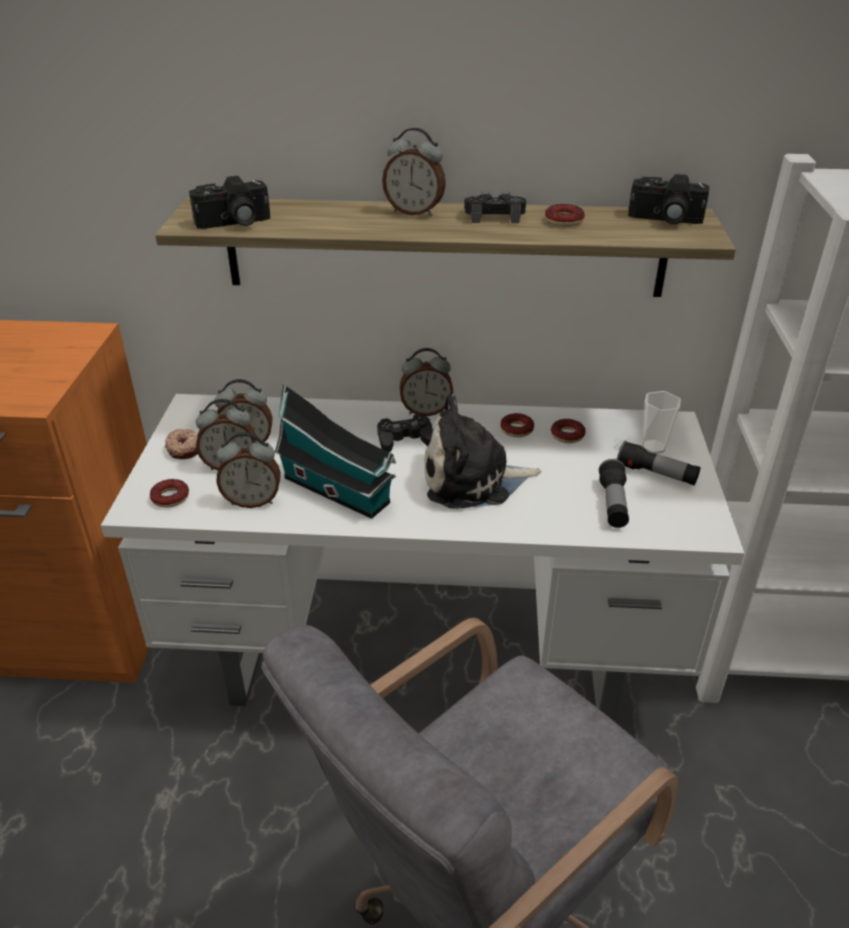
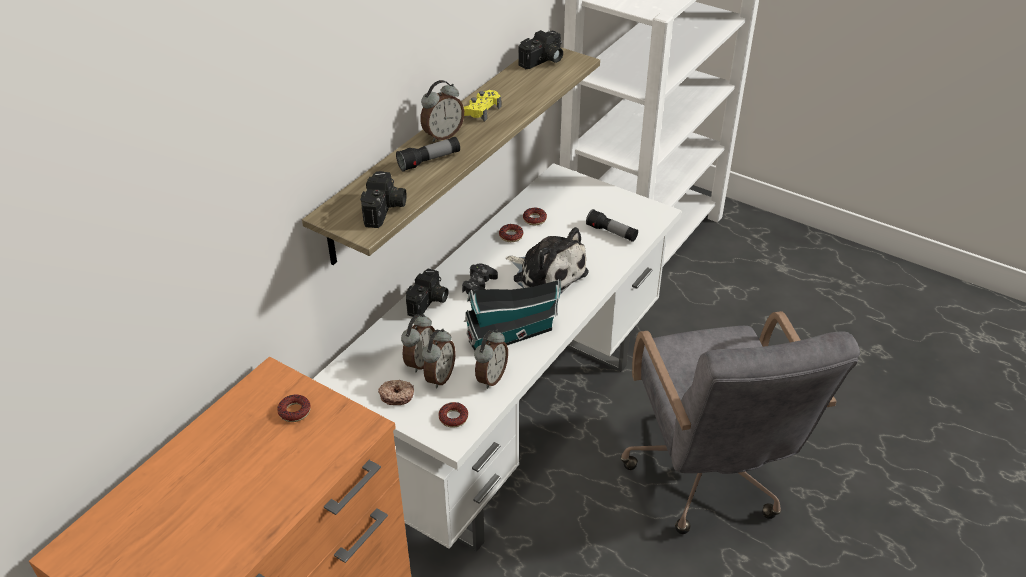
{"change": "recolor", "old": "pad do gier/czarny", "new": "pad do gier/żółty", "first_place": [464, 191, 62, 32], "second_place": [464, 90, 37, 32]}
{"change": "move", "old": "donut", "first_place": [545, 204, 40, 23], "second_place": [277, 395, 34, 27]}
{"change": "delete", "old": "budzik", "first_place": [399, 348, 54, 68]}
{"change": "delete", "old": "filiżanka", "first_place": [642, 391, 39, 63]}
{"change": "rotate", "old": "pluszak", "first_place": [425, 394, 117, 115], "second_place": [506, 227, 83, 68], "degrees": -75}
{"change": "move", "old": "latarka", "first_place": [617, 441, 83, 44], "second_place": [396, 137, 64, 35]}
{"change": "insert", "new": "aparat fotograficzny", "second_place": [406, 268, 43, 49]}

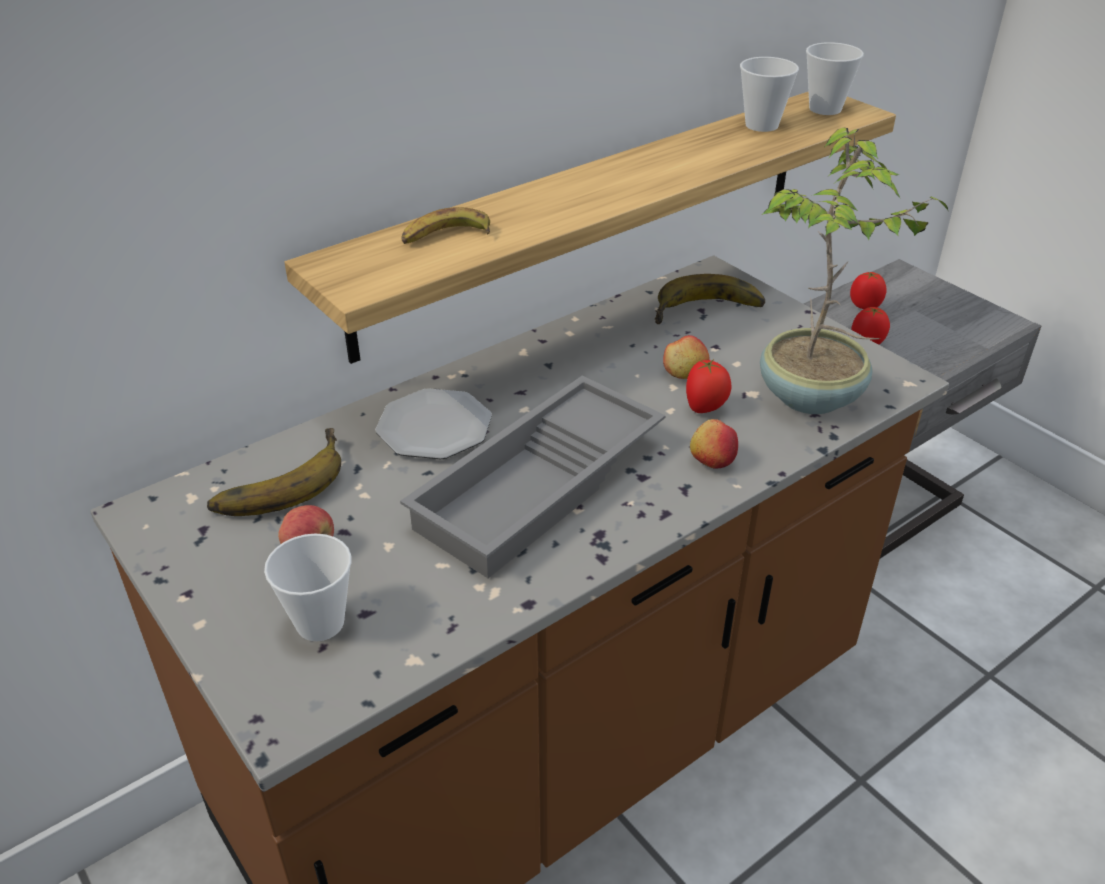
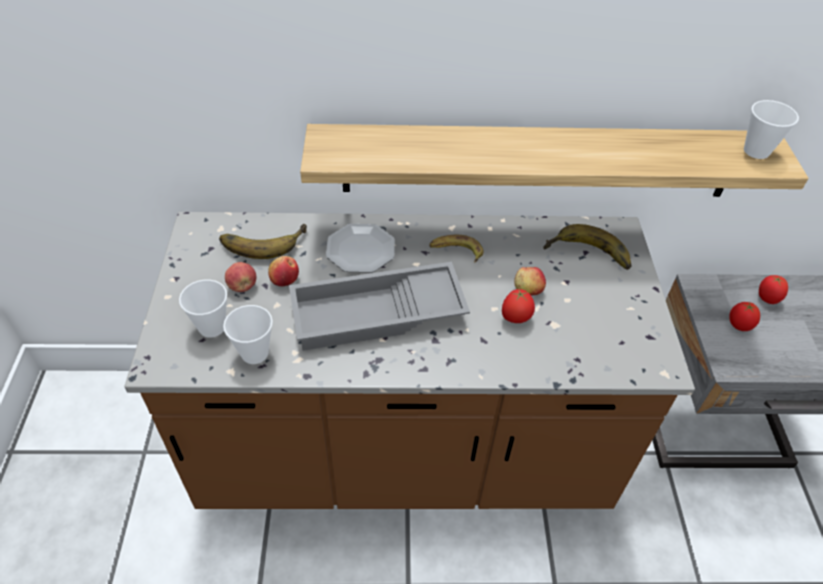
{"change": "move", "old": "filiżanka", "first_place": [740, 57, 59, 75], "second_place": [223, 305, 50, 59]}
{"change": "delete", "old": "roślina doniczkowa", "first_place": [760, 127, 188, 287]}
{"change": "move", "old": "banan", "first_place": [402, 207, 88, 37], "second_place": [429, 235, 54, 27]}
{"change": "move", "old": "jabłko", "first_place": [690, 419, 48, 50], "second_place": [268, 256, 31, 30]}

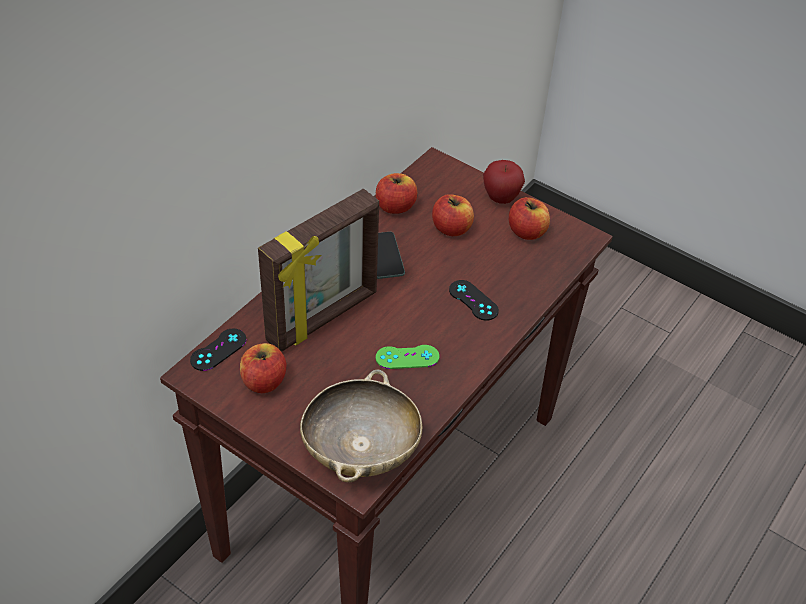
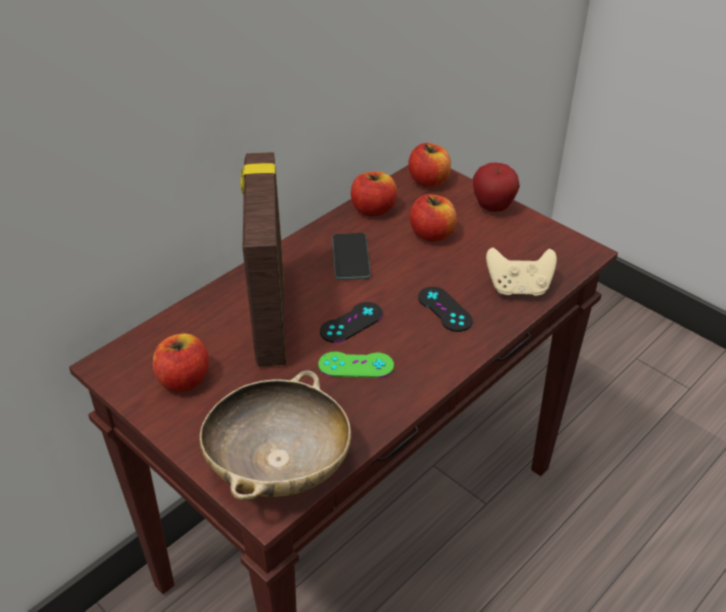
{"change": "rotate", "old": "ramka na zdjęcie", "first_place": [258, 189, 121, 163], "second_place": [240, 152, 46, 215], "degrees": 120}
{"change": "move", "old": "jabłko", "first_place": [509, 197, 41, 43], "second_place": [408, 143, 43, 44]}
{"change": "move", "old": "pad do gier/czarny", "first_place": [190, 328, 57, 43], "second_place": [320, 302, 63, 41]}
{"change": "insert", "new": "pad do gier/beżowy", "second_place": [486, 247, 71, 49]}

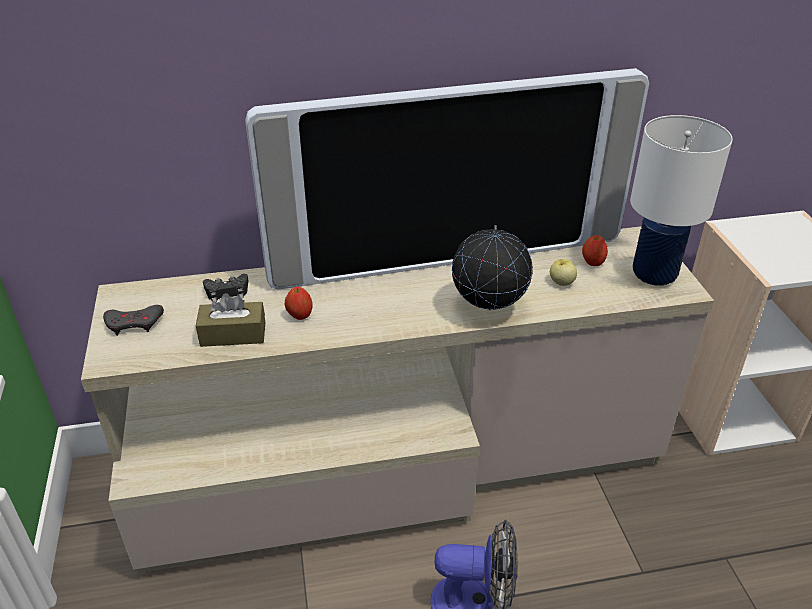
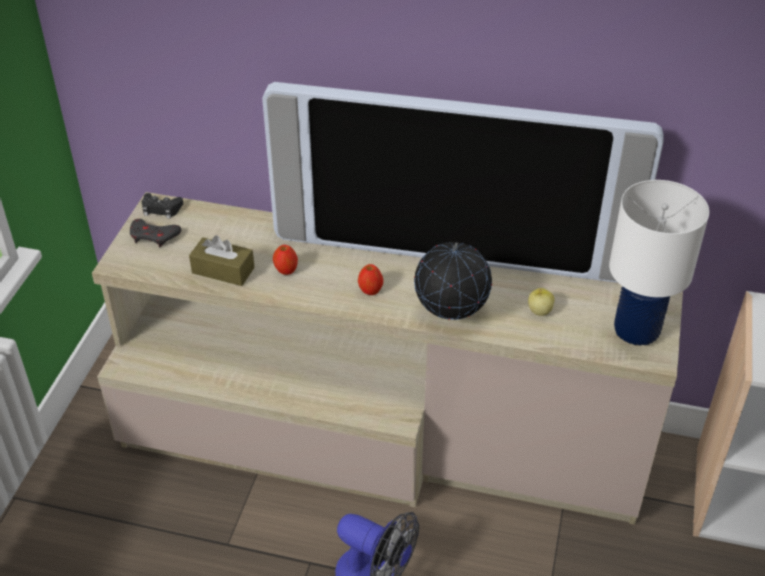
{"change": "move", "old": "jabłko", "first_place": [582, 235, 26, 31], "second_place": [358, 264, 25, 31]}
{"change": "move", "old": "pad do gier/czarny", "first_place": [203, 274, 46, 28], "second_place": [142, 193, 41, 26]}

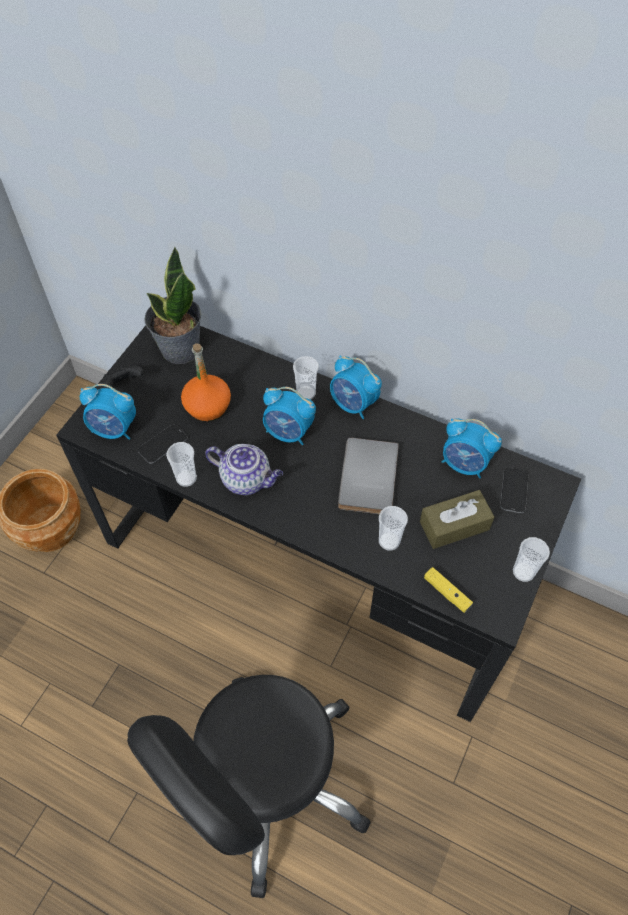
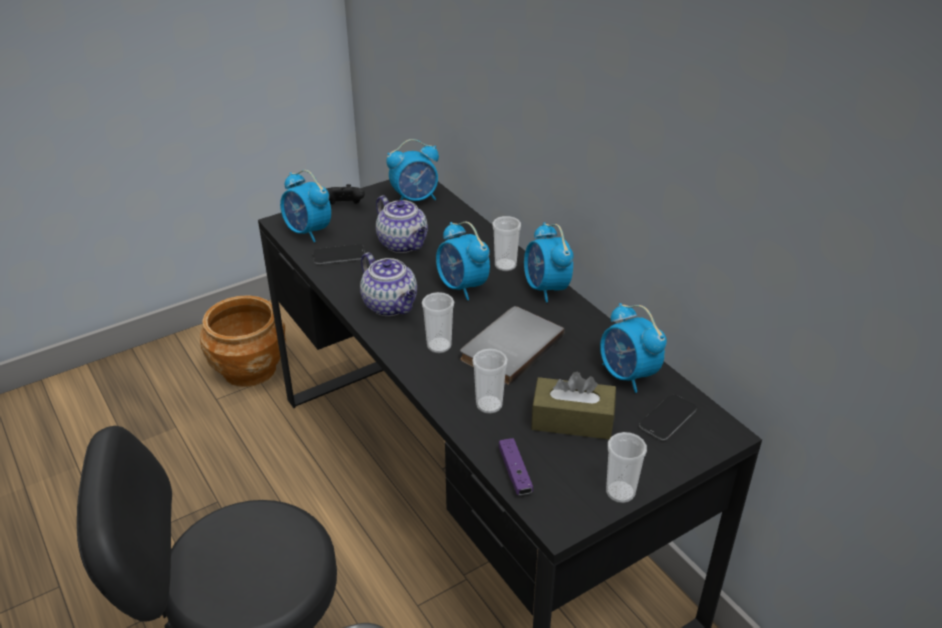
{"change": "replace", "old": "roślina doniczkowa", "new": "budzik", "first_place": [145, 247, 56, 117], "second_place": [386, 139, 53, 62]}
{"change": "replace", "old": "butelka/pomarańczowy", "new": "imbryk", "first_place": [181, 343, 50, 79], "second_place": [376, 195, 52, 58]}
{"change": "move", "old": "filiżanka", "first_place": [166, 442, 31, 45], "second_place": [422, 292, 32, 61]}
{"change": "recolor", "old": "pad do gier/żółty", "new": "pad do gier/fioletowy", "first_place": [424, 567, 49, 46], "second_place": [499, 438, 34, 57]}

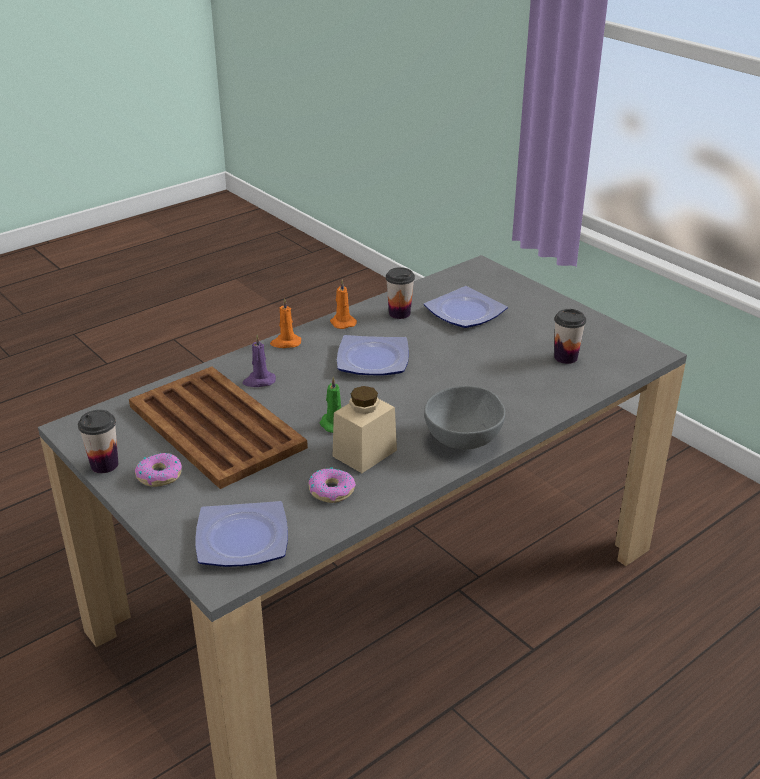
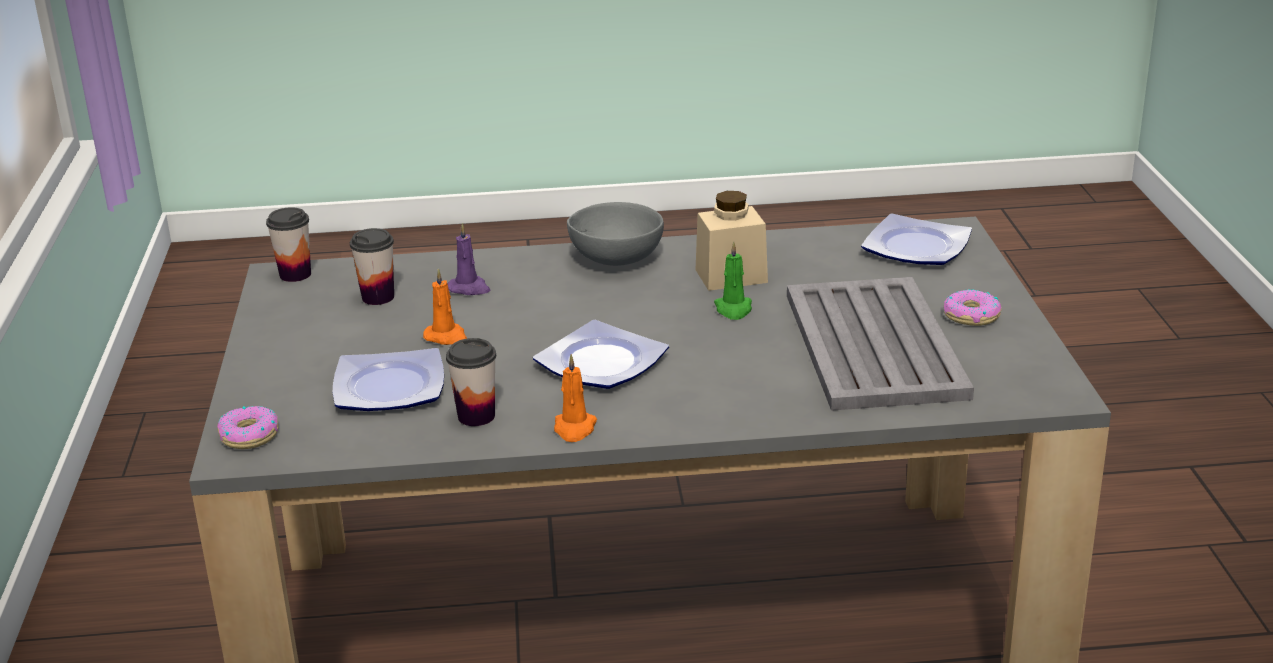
{"change": "move", "old": "świeca/pomarańczowy", "first_place": [270, 298, 31, 50], "second_place": [423, 268, 44, 77]}
{"change": "move", "old": "świeca/fioletowy", "first_place": [243, 335, 33, 52], "second_place": [448, 223, 42, 72]}
{"change": "recolor", "old": "taca/brązowy", "new": "taca/szary", "first_place": [129, 367, 179, 122], "second_place": [787, 277, 187, 134]}
{"change": "move", "old": "filiżanka", "first_place": [78, 410, 40, 63], "second_place": [266, 207, 45, 75]}
{"change": "move", "old": "donut", "first_place": [309, 467, 47, 36], "second_place": [217, 406, 61, 43]}

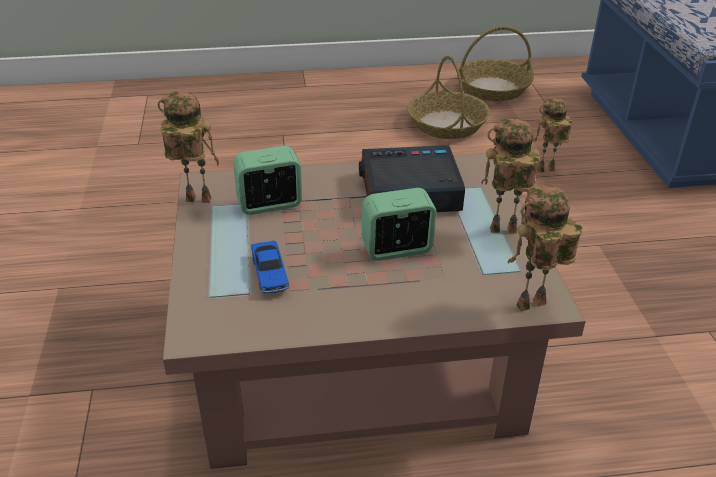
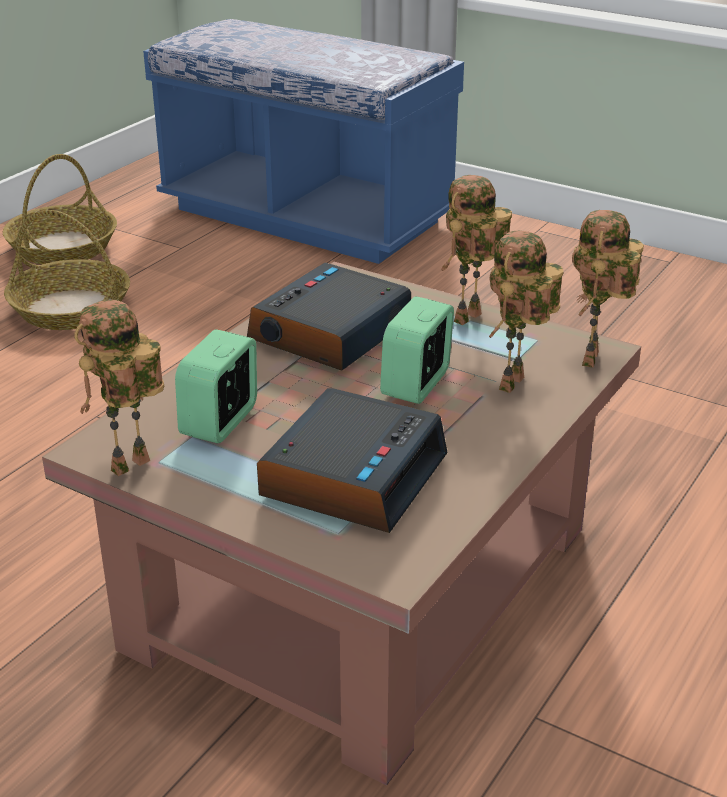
{"change": "move", "old": "robot zabawkowy", "first_place": [533, 98, 40, 75], "second_place": [489, 231, 75, 162]}
{"change": "replace", "old": "samochodzik", "new": "budzik", "first_place": [251, 241, 39, 52], "second_place": [257, 388, 191, 145]}

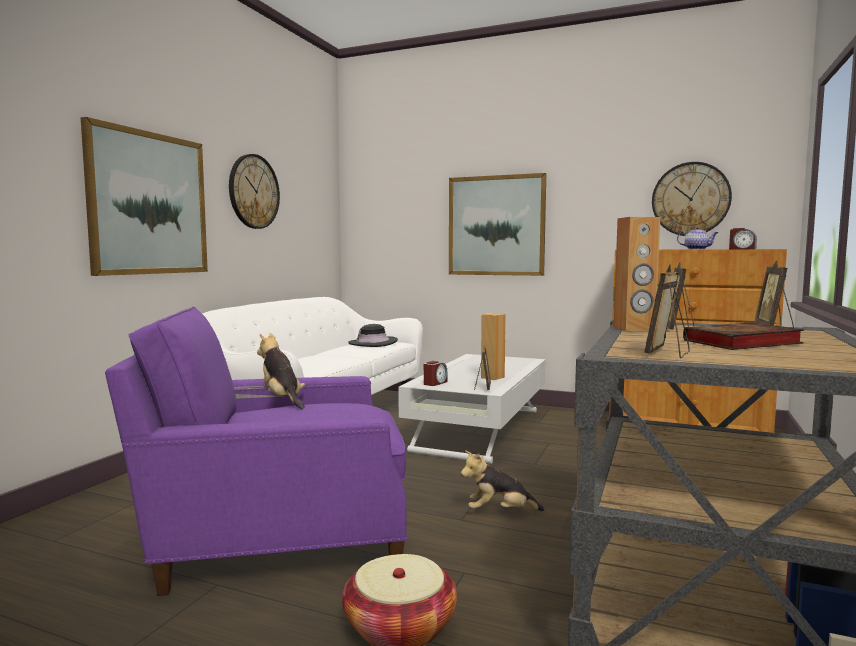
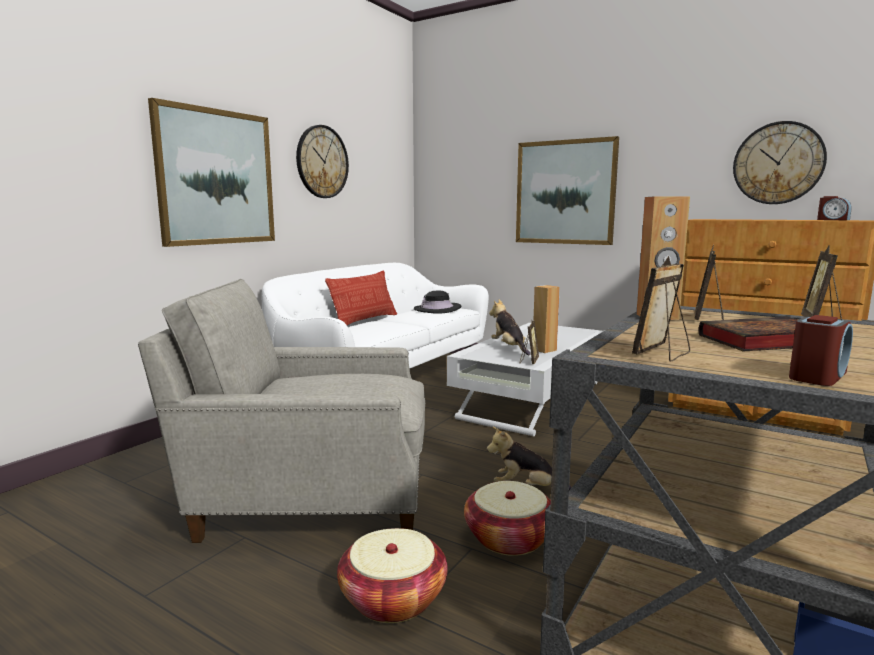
{"change": "delete", "old": "imbryk", "first_place": [677, 227, 42, 22]}
{"change": "recolor", "old": "fotel/fioletowy", "new": "fotel/szary", "first_place": [105, 307, 302, 289], "second_place": [138, 279, 287, 264]}
{"change": "move", "old": "pluszak", "first_place": [257, 333, 48, 76], "second_place": [489, 300, 42, 55]}
{"change": "move", "old": "budzik", "first_place": [424, 361, 23, 25], "second_place": [789, 315, 64, 71]}
{"change": "insert", "new": "poduszka", "second_place": [325, 270, 72, 55]}
{"change": "insert", "new": "koszyk", "second_place": [464, 481, 87, 75]}

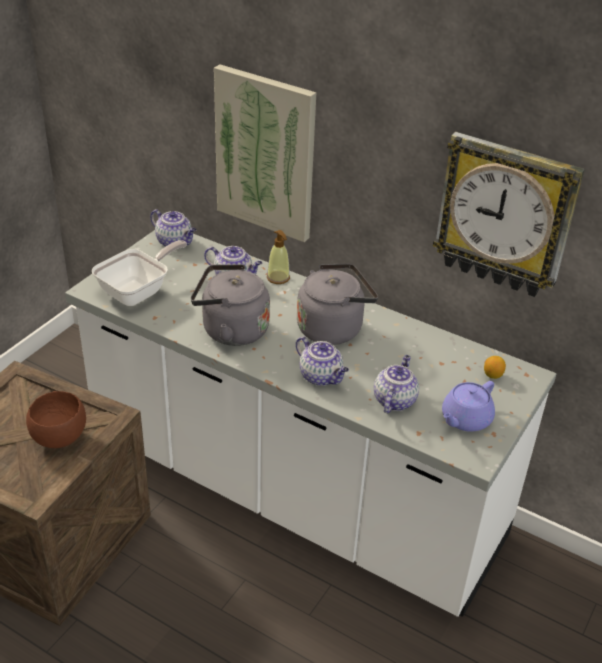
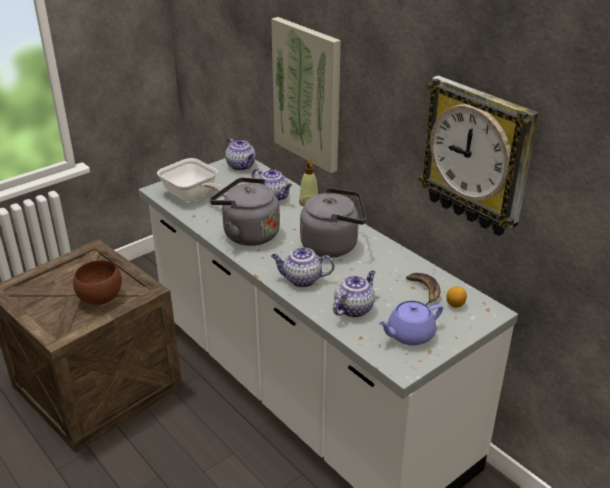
{"change": "rotate", "old": "patelnia", "first_place": [92, 240, 95, 66], "second_place": [157, 158, 70, 43], "degrees": 75}
{"change": "rotate", "old": "imbryk", "first_place": [296, 336, 53, 50], "second_place": [271, 248, 64, 39], "degrees": 120}
{"change": "insert", "new": "banan", "second_place": [406, 273, 34, 32]}

